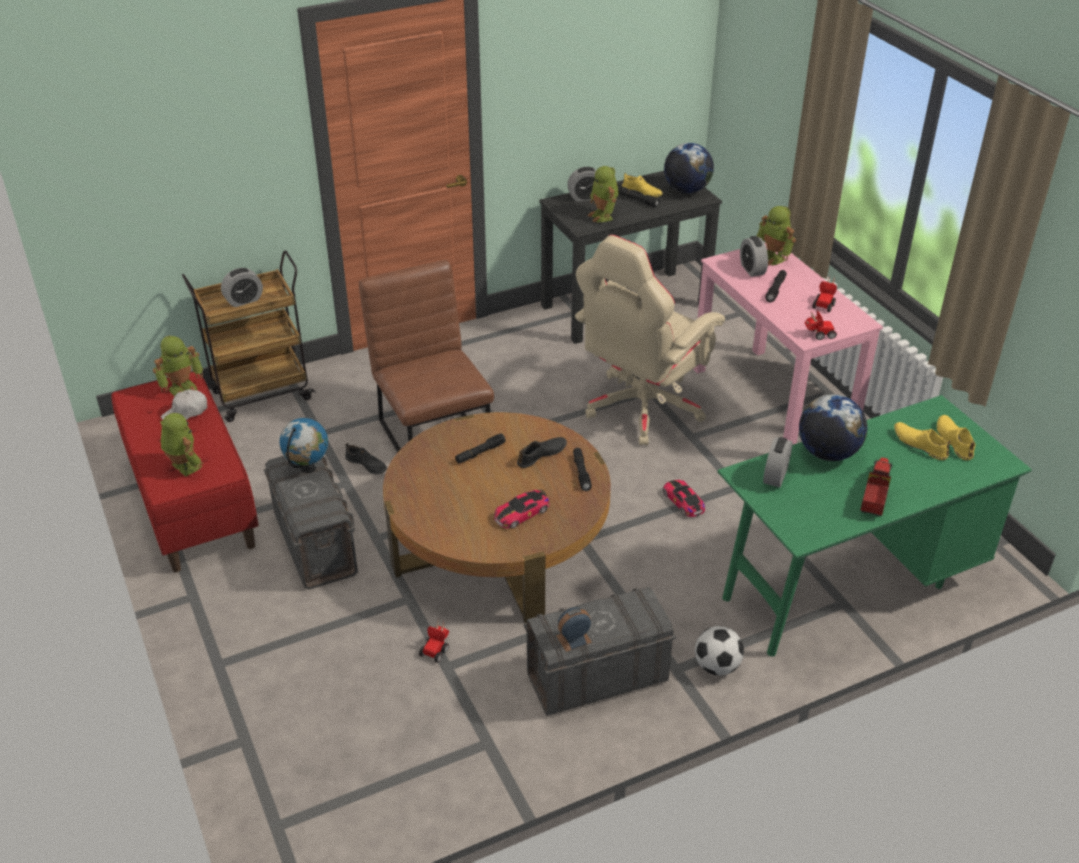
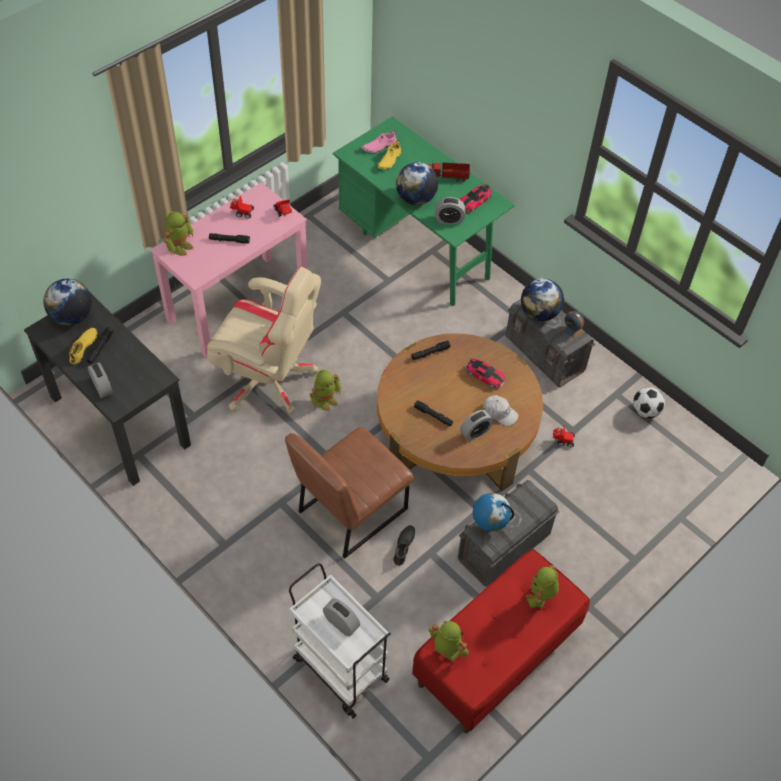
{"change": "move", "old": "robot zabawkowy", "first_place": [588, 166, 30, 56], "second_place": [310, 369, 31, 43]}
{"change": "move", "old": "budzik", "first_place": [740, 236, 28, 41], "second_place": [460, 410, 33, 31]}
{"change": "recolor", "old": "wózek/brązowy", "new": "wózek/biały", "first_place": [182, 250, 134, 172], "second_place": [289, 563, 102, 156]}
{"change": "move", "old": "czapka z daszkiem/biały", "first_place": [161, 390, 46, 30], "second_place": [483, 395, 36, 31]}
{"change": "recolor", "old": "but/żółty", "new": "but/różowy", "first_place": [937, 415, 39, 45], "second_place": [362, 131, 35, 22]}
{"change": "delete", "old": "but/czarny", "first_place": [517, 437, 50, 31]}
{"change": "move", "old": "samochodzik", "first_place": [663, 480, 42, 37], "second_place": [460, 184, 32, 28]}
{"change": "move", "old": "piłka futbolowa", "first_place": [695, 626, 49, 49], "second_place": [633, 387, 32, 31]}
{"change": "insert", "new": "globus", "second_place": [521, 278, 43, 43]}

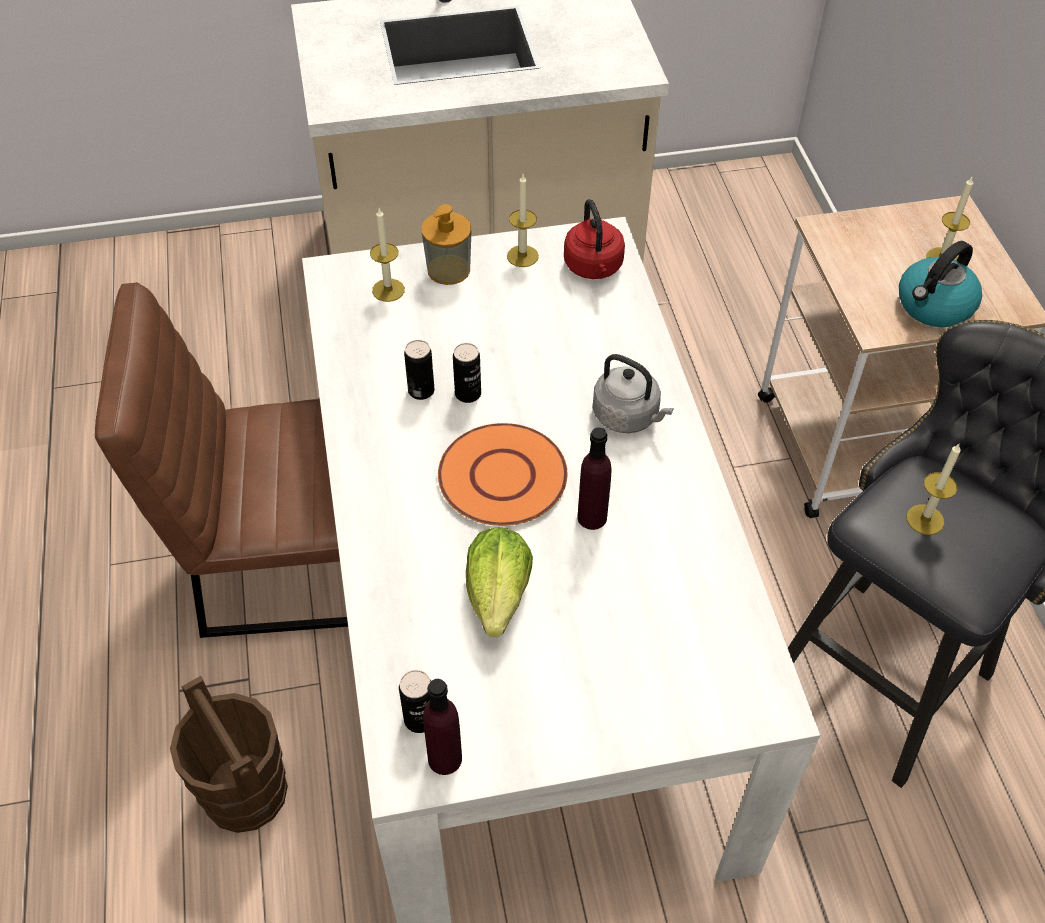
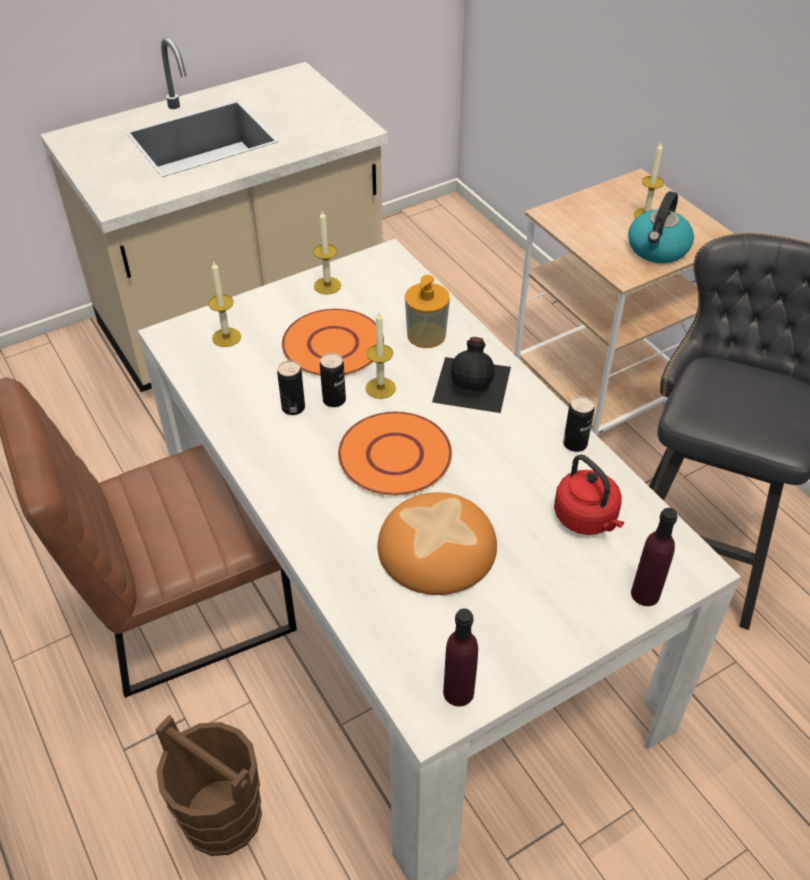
{"change": "move", "old": "czajnik/czerwony", "first_place": [564, 199, 61, 80], "second_place": [554, 454, 70, 81]}
{"change": "move", "old": "dozownik mydła", "first_place": [421, 204, 50, 81], "second_place": [405, 275, 45, 73]}
{"change": "replace", "old": "czajnik/szary", "new": "butelka/czarny", "first_place": [593, 354, 81, 79], "second_place": [432, 337, 79, 76]}
{"change": "move", "old": "butelka/fioletowy", "first_place": [577, 427, 35, 103], "second_place": [631, 508, 47, 98]}
{"change": "move", "old": "świeca", "first_place": [906, 444, 55, 91], "second_place": [366, 312, 30, 87]}
{"change": "replace", "old": "sałata", "new": "chleb", "first_place": [466, 527, 67, 110], "second_place": [378, 492, 119, 103]}
{"change": "move", "old": "puszka", "first_place": [399, 670, 32, 63], "second_place": [563, 396, 31, 56]}
{"change": "insert", "new": "talerz/pomarańczowy", "second_place": [282, 309, 102, 67]}

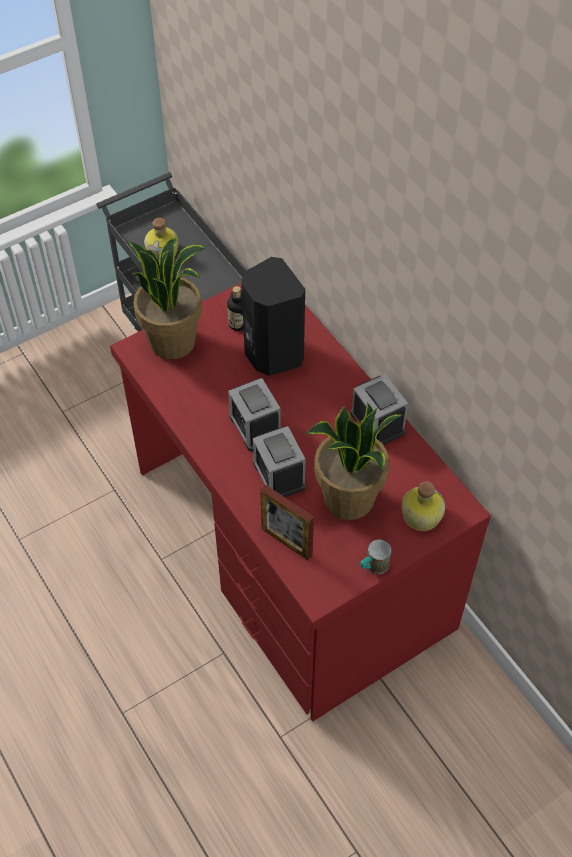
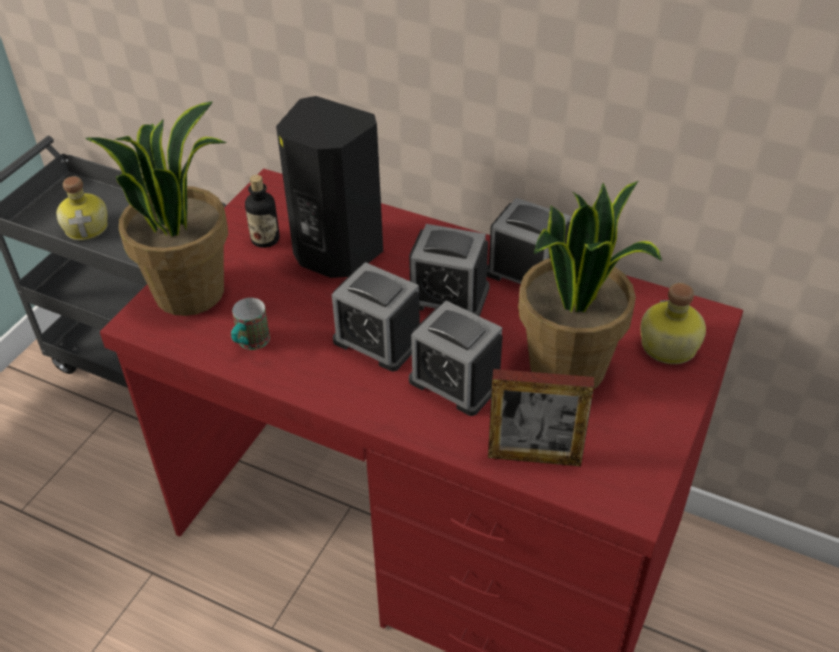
{"change": "move", "old": "kubek", "first_place": [360, 539, 31, 35], "second_place": [231, 298, 39, 52]}
{"change": "insert", "new": "budzik", "second_place": [409, 224, 81, 92]}

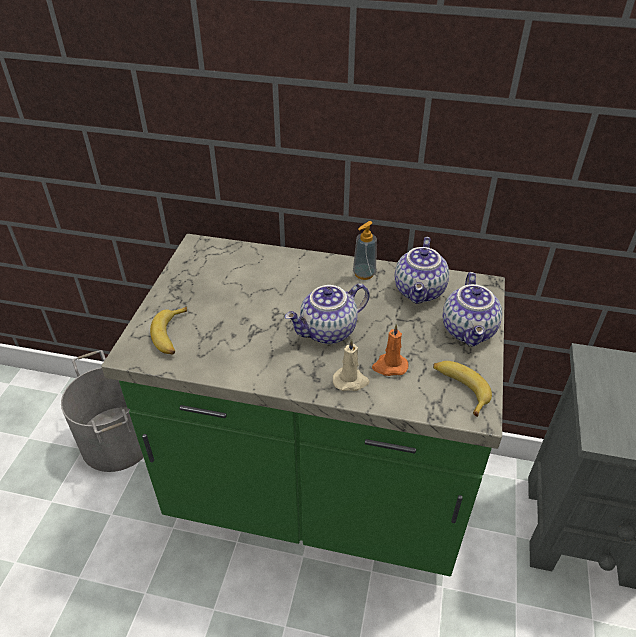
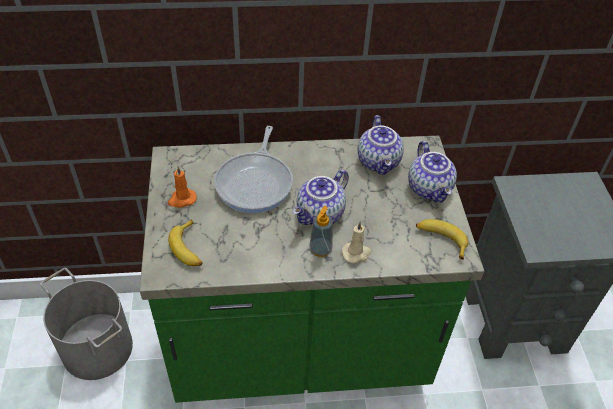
{"change": "move", "old": "dozownik mydła", "first_place": [353, 221, 24, 59], "second_place": [309, 206, 24, 51]}
{"change": "move", "old": "świeca/pomarańczowy", "first_place": [372, 324, 37, 52], "second_place": [168, 166, 29, 42]}
{"change": "insert", "new": "patelnia", "second_place": [214, 126, 79, 87]}

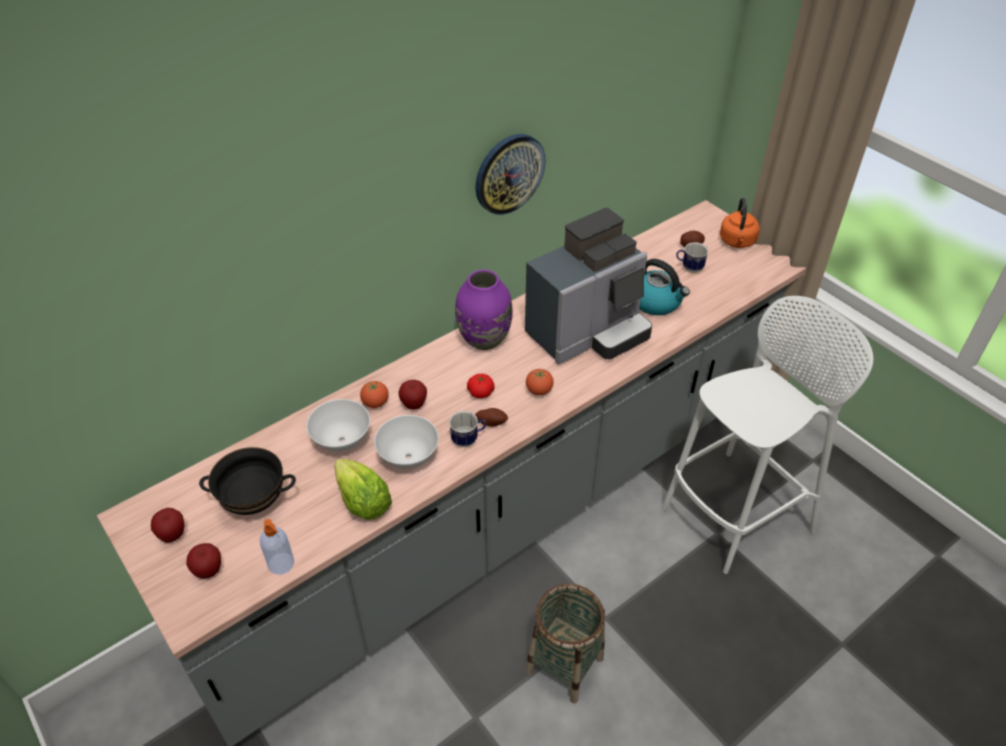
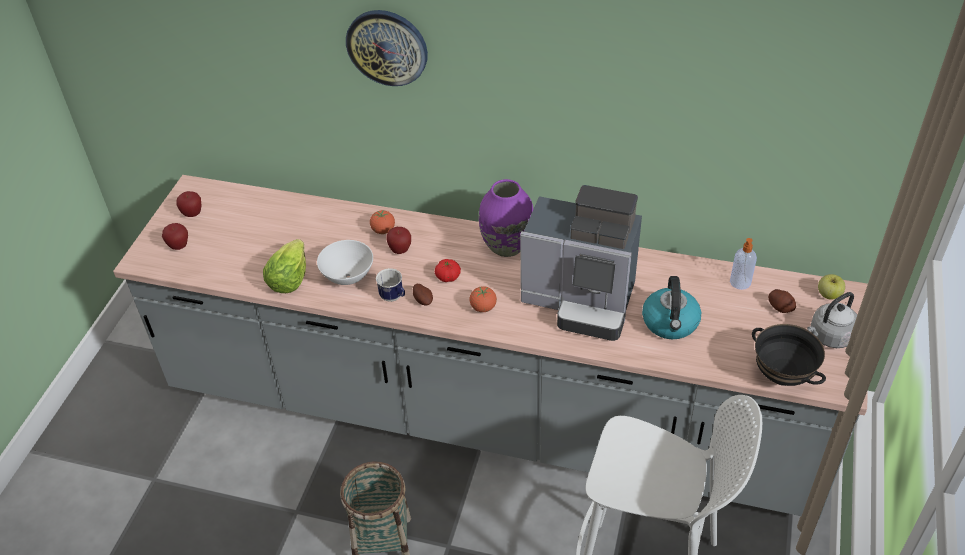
{"change": "move", "old": "zegar ścienny", "first_place": [475, 134, 71, 81], "second_place": [346, 10, 82, 76]}
{"change": "recolor", "old": "czajnik/pomarańczowy", "new": "czajnik/szary", "first_place": [720, 198, 40, 50], "second_place": [807, 292, 50, 56]}
{"change": "delete", "old": "kubek", "first_place": [676, 242, 32, 31]}
{"change": "delete", "old": "miska/biały", "first_place": [306, 399, 64, 53]}
{"change": "move", "old": "miska/czarny", "first_place": [199, 447, 97, 68], "second_place": [752, 324, 74, 62]}
{"change": "move", "old": "dozownik mydła", "first_place": [260, 519, 34, 56], "second_place": [730, 238, 27, 52]}
{"change": "insert", "new": "jabłko", "second_place": [818, 274, 27, 26]}

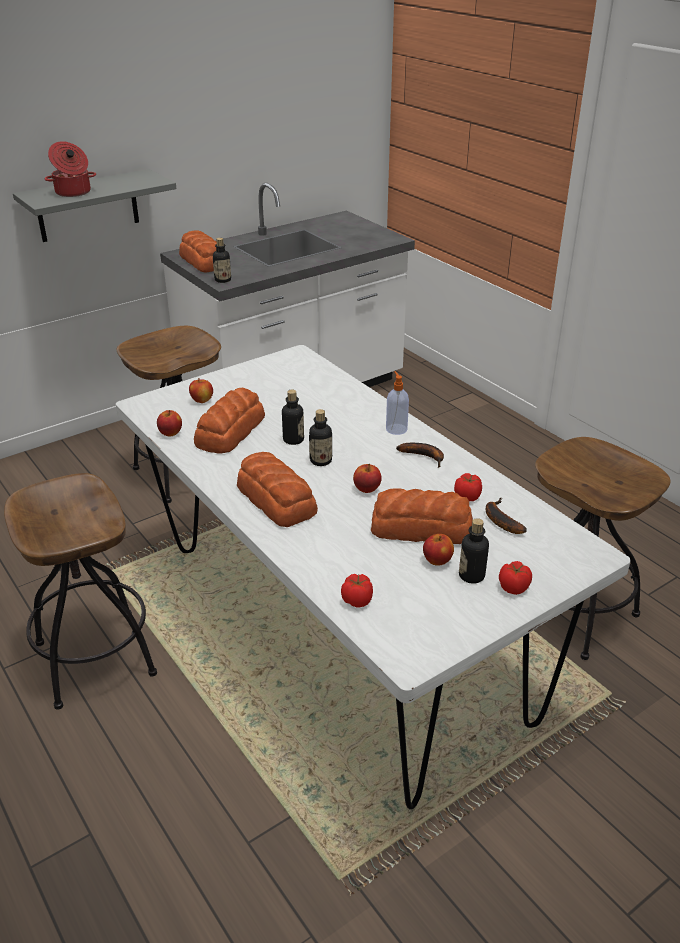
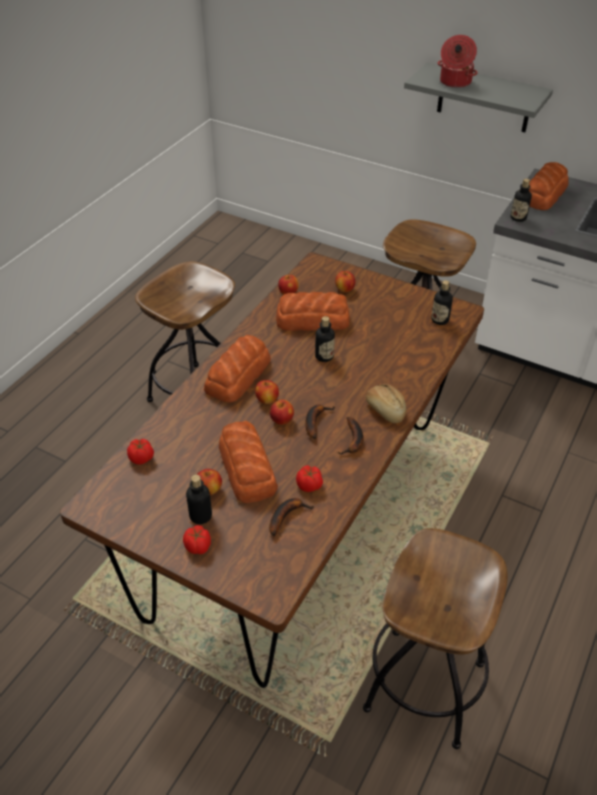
{"change": "recolor", "old": "stół jadalny/biały", "new": "stół jadalny/brązowy", "first_place": [116, 345, 515, 465], "second_place": [60, 252, 424, 436]}
{"change": "replace", "old": "dozownik mydła", "new": "chleb", "first_place": [386, 371, 23, 64], "second_place": [365, 384, 41, 39]}
{"change": "move", "old": "butelka", "first_place": [309, 409, 23, 57], "second_place": [431, 280, 22, 45]}
{"change": "insert", "new": "jabłko", "second_place": [255, 380, 24, 24]}
{"change": "insert", "new": "banan", "second_place": [305, 404, 30, 35]}

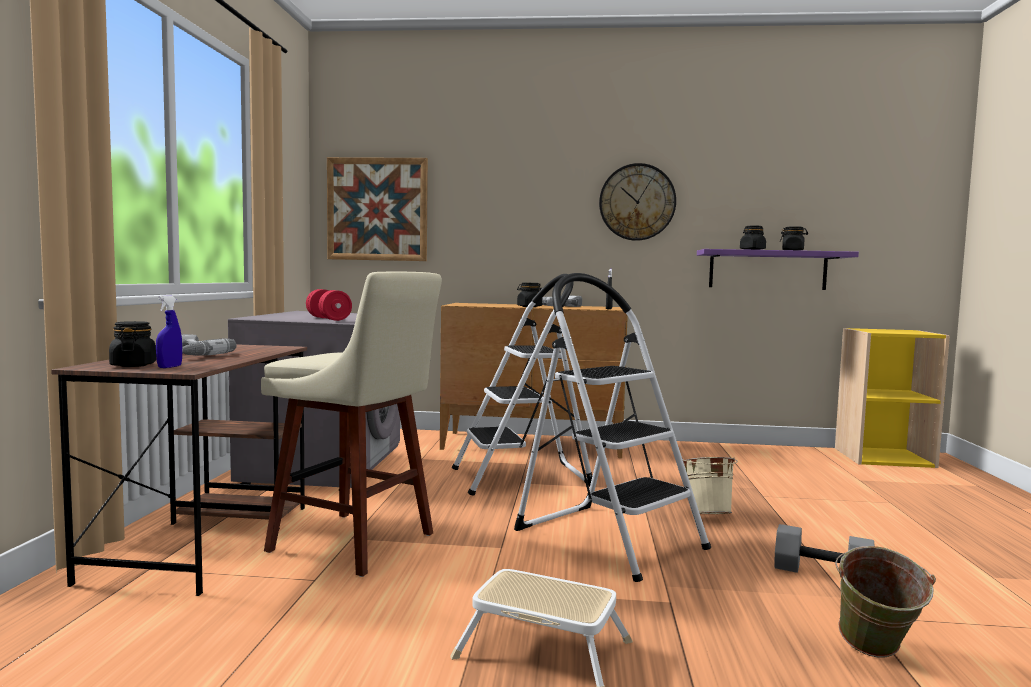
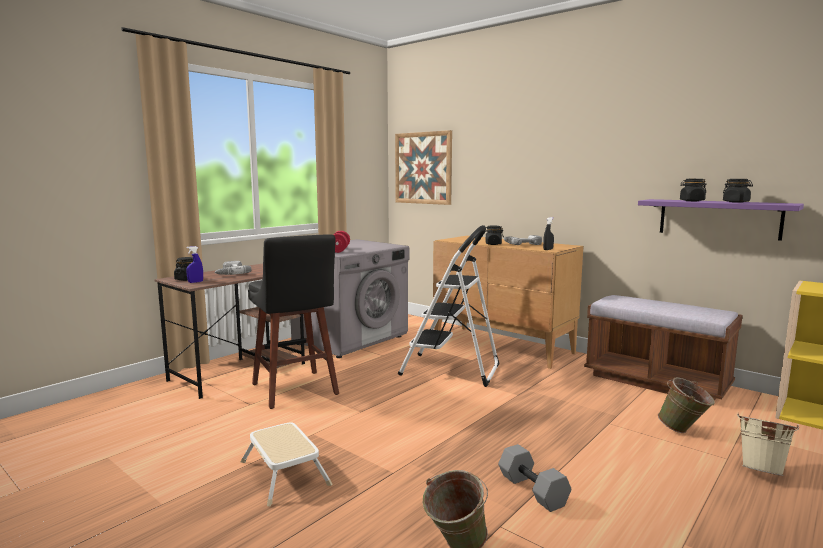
{"change": "delete", "old": "zegar ścienny", "first_place": [599, 163, 77, 78]}
{"change": "recolor", "old": "stołek/beżowy", "new": "stołek/czarny", "first_place": [261, 271, 181, 306], "second_place": [248, 235, 91, 174]}
{"change": "delete", "old": "drabinka", "first_place": [514, 273, 197, 309]}
{"change": "move", "old": "wiadro/beżowy", "first_place": [682, 457, 56, 57], "second_place": [737, 413, 62, 63]}
{"change": "insert", "new": "ławka/brązowy", "second_place": [584, 295, 159, 106]}
{"change": "insert", "new": "wiadro/zielony", "second_place": [658, 377, 57, 56]}

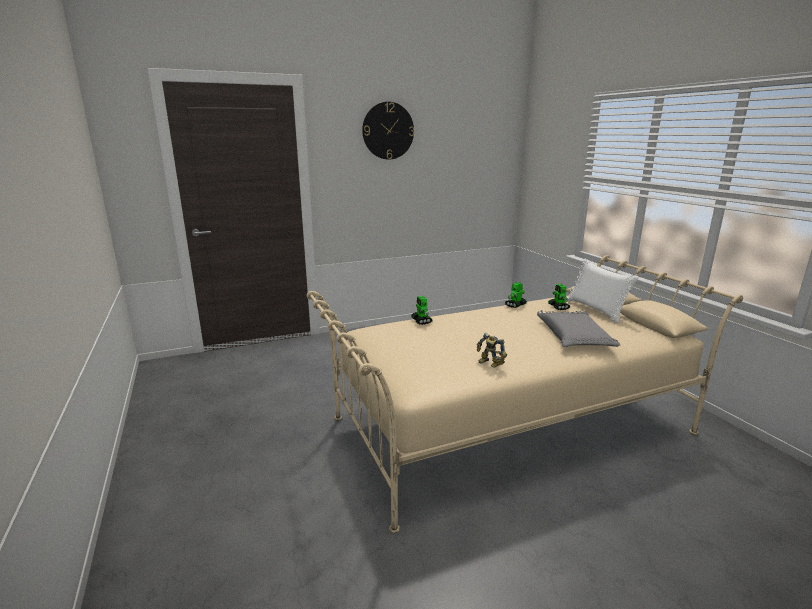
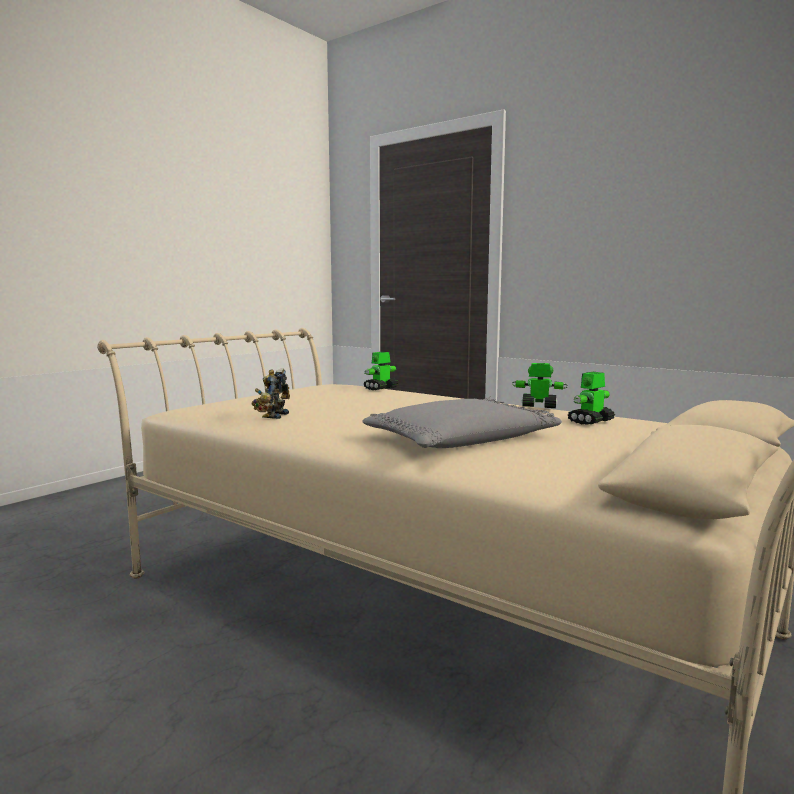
{"change": "delete", "old": "zegar ścienny", "first_place": [362, 102, 52, 58]}
{"change": "delete", "old": "poduszka/biały", "first_place": [566, 259, 73, 64]}

